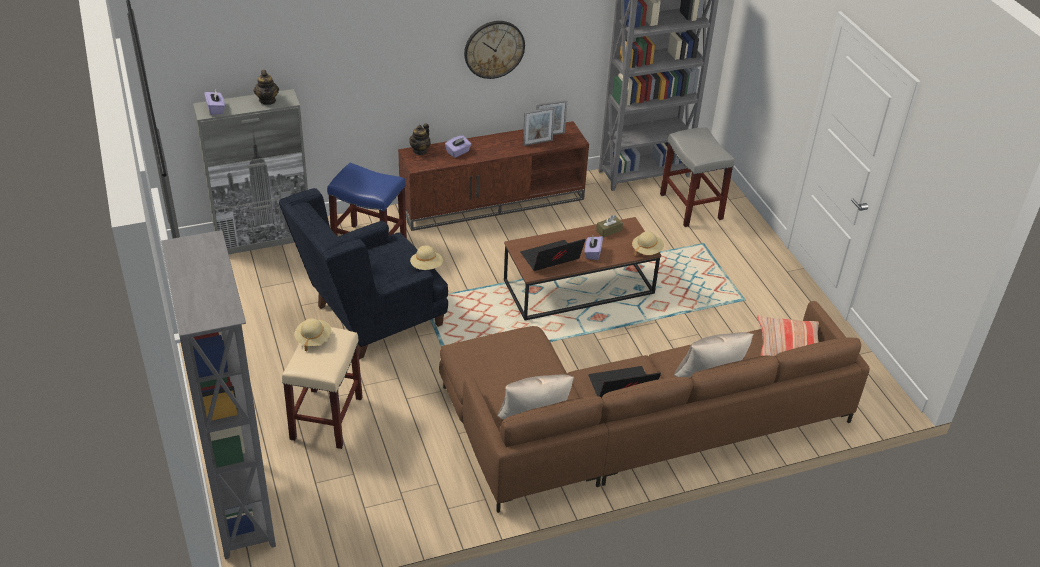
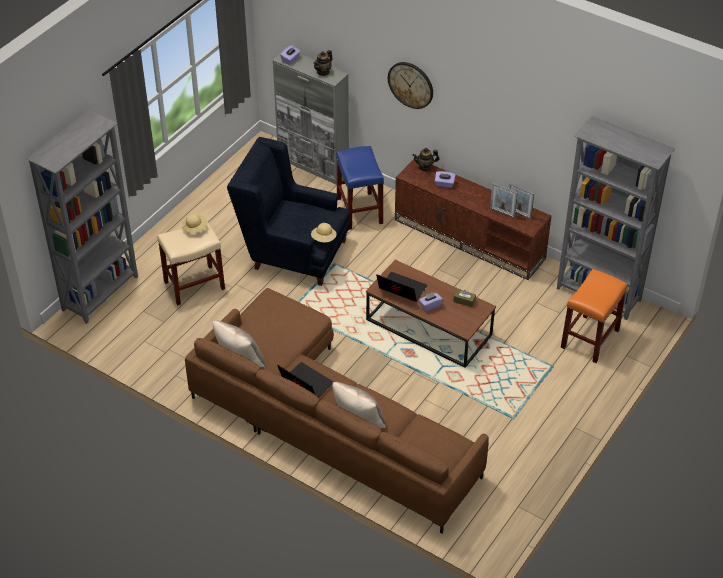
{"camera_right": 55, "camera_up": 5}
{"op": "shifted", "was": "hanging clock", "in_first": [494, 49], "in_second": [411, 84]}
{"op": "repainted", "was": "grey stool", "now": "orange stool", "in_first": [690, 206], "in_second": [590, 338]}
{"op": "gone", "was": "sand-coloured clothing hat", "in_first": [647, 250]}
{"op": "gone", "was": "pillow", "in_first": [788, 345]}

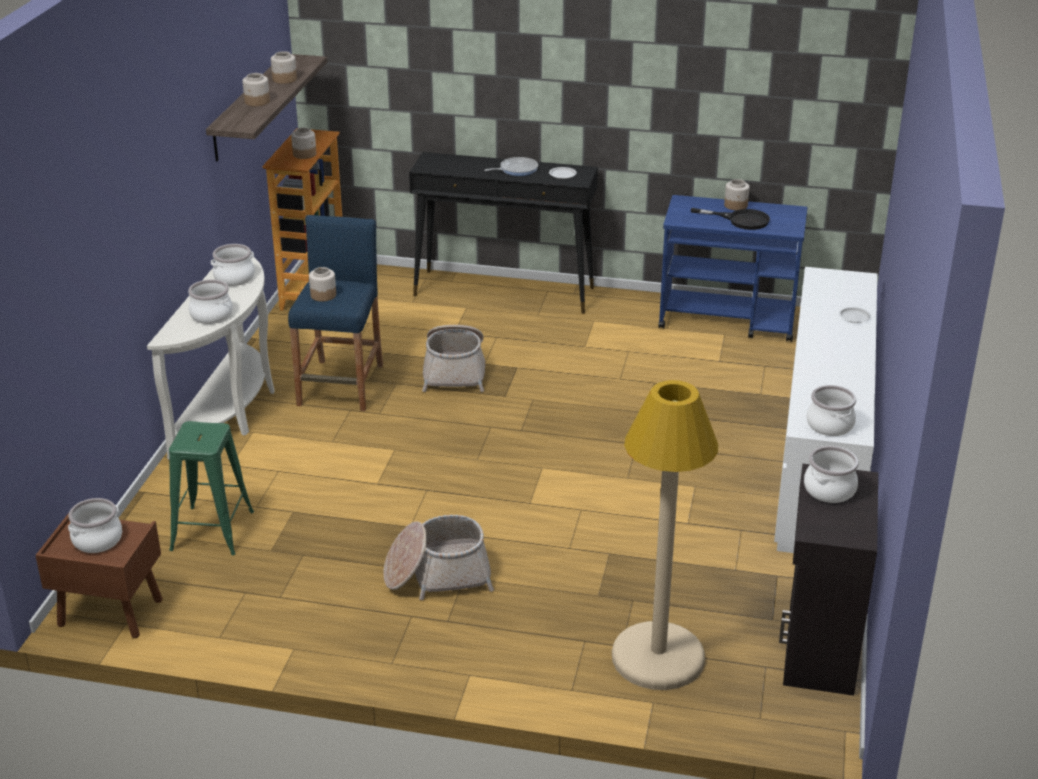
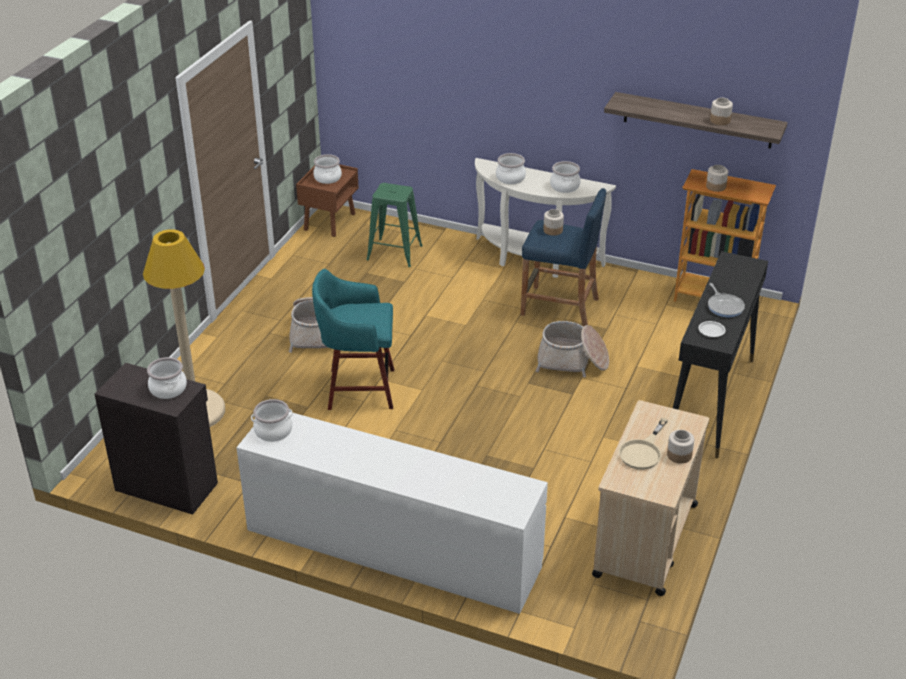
{"camera_right": 100, "camera_up": 5}
{"op": "gone", "was": "preserve jar", "in_first": [257, 102]}
{"op": "repainted", "was": "blue-coloured trolley", "now": "sand-coloured trolley", "in_first": [728, 319], "in_second": [645, 540]}
{"op": "repainted", "was": "black-coloured pan", "now": "sand-coloured pan", "in_first": [740, 220], "in_second": [643, 451]}
{"op": "gone", "was": "whitish flat dish", "in_first": [854, 317]}
{"op": "new", "now": "turquoise stool", "in_second": [358, 389]}

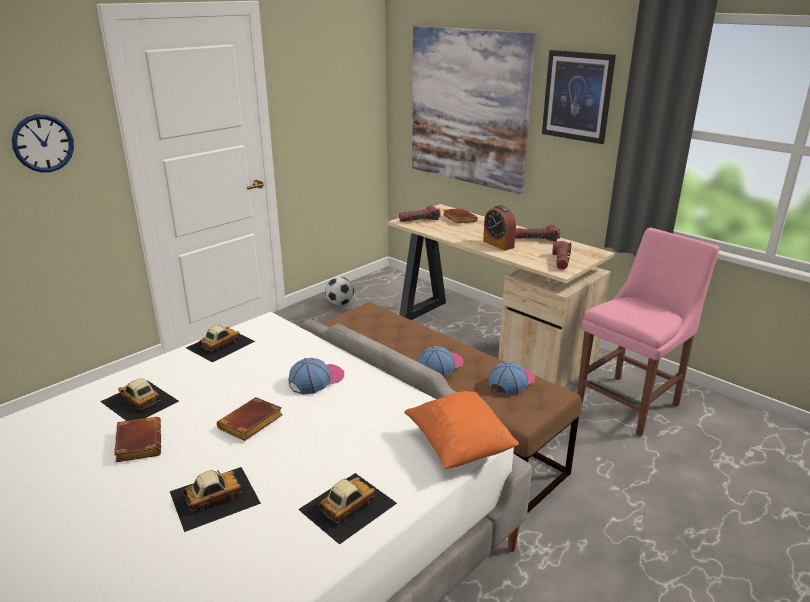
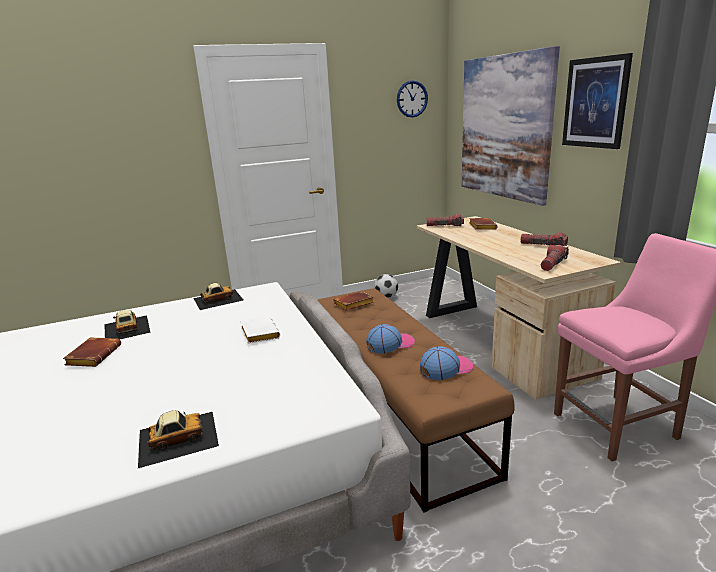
{"camera_right": 25, "camera_up": -5}
{"op": "shifted", "was": "hanging clock", "in_first": [43, 143], "in_second": [412, 99]}
{"op": "gone", "was": "bedside clock", "in_first": [498, 244]}
{"op": "swapped", "was": "baseball cap", "now": "whitish volume", "in_first": [316, 380], "in_second": [258, 333]}
{"op": "gone", "was": "orange pillow", "in_first": [459, 446]}
{"op": "shifted", "was": "brown volume", "in_first": [250, 424], "in_second": [353, 304]}
{"op": "gone", "was": "miniature car", "in_first": [214, 497]}

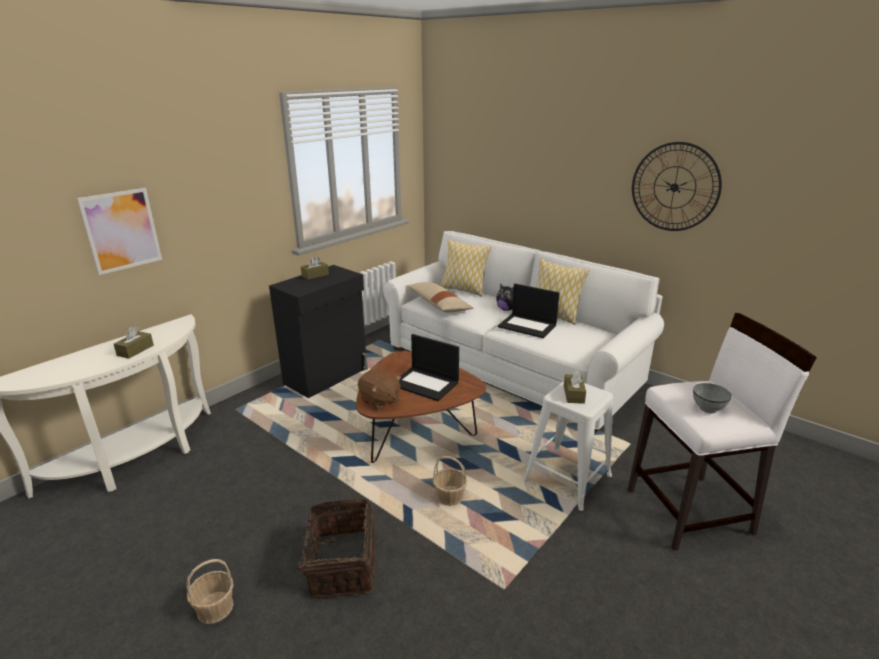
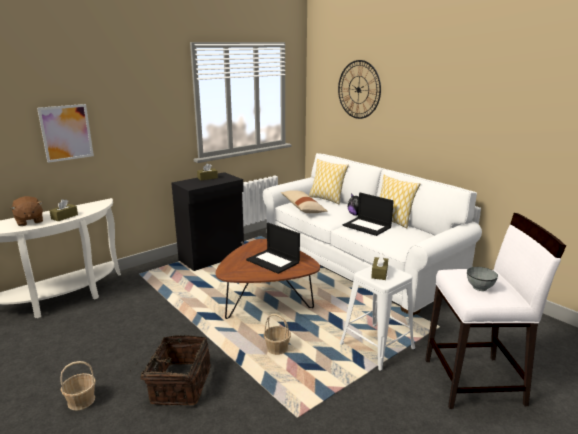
{"camera_right": 10, "camera_up": -5}
{"op": "shifted", "was": "hanging clock", "in_first": [674, 187], "in_second": [358, 89]}
{"op": "shifted", "was": "brown soft toy", "in_first": [379, 401], "in_second": [29, 221]}

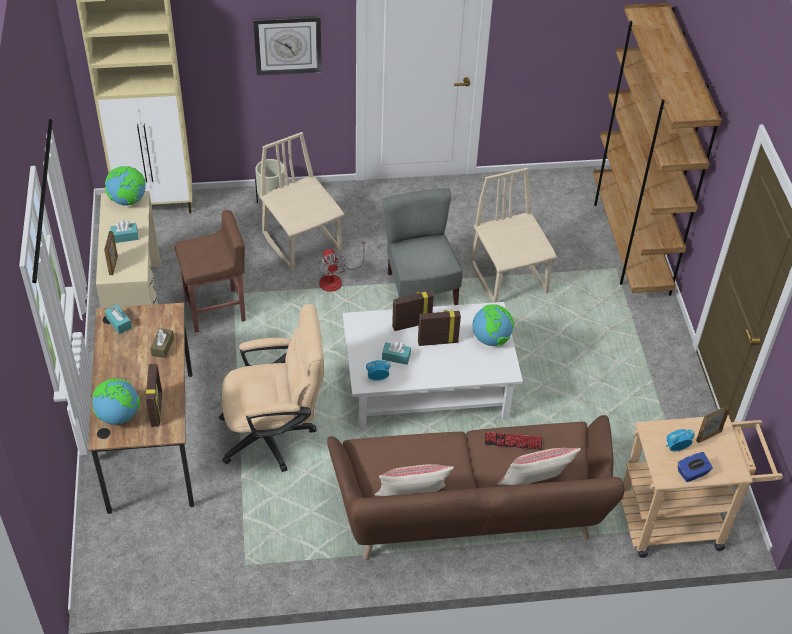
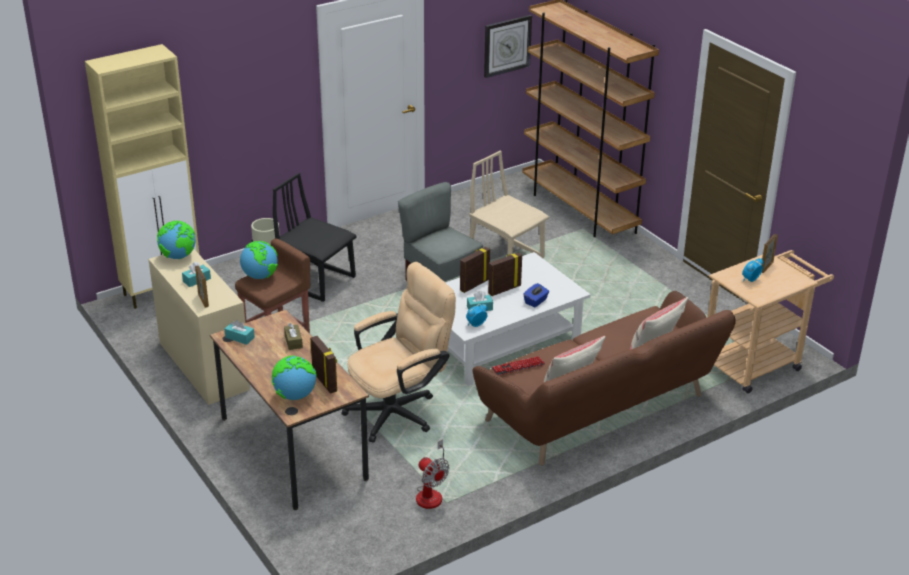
{"camera_right": -25, "camera_up": -15}
{"op": "shifted", "was": "hanging clock", "in_first": [287, 44], "in_second": [507, 45]}
{"op": "repainted", "was": "sand-coloured upright chair", "now": "black-coloured upright chair", "in_first": [303, 242], "in_second": [316, 281]}
{"op": "shifted", "was": "cooling fan", "in_first": [336, 279], "in_second": [431, 493]}
{"op": "shifted", "was": "globe", "in_first": [491, 339], "in_second": [260, 276]}
{"op": "shifted", "was": "PC keyboard", "in_first": [513, 442], "in_second": [518, 367]}
{"op": "shifted", "was": "blue-coloured tissue box", "in_first": [692, 473], "in_second": [536, 301]}

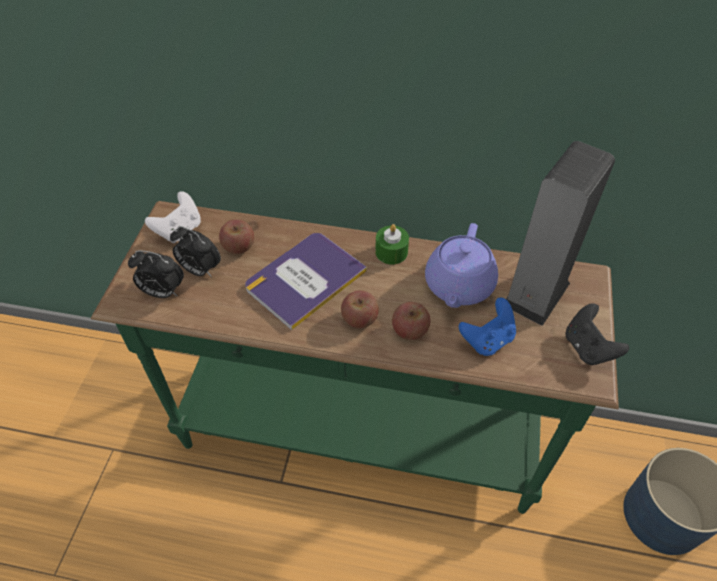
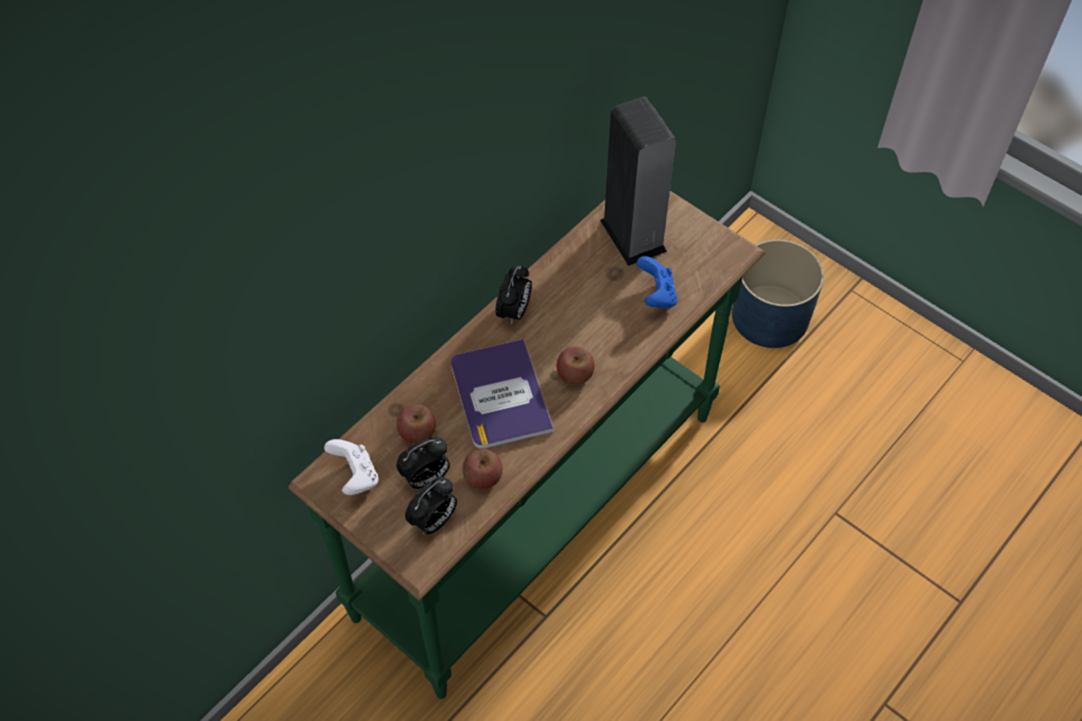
{"camera_right": -60, "camera_up": 5}
{"op": "gone", "was": "purplish pot for tea", "in_first": [458, 286]}
{"op": "swapped", "was": "green-coloured candle", "now": "bedside clock", "in_first": [391, 252], "in_second": [514, 312]}
{"op": "shifted", "was": "whole apple", "in_first": [410, 330], "in_second": [483, 477]}
{"op": "gone", "was": "black-coloured game controller", "in_first": [587, 348]}

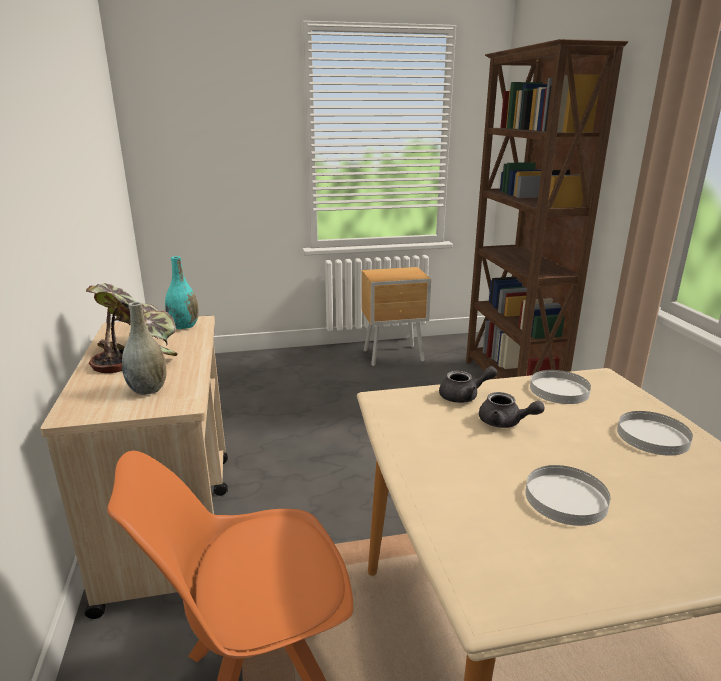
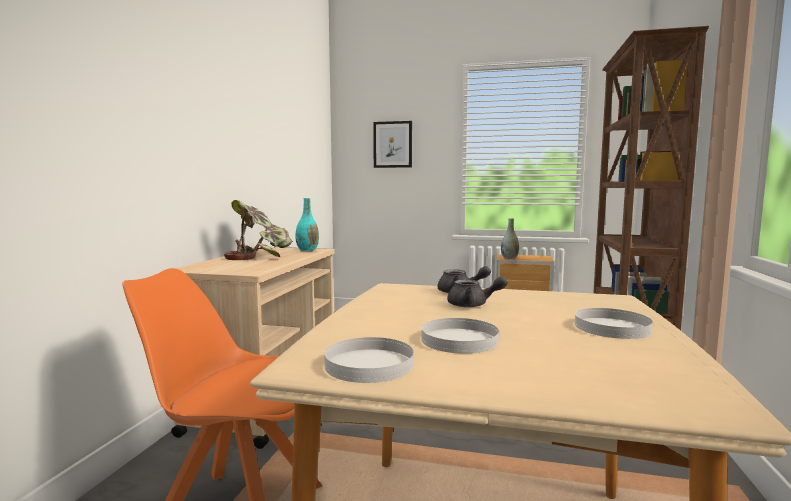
{"camera_right": 25, "camera_up": -15}
{"op": "shifted", "was": "grey vase", "in_first": [148, 390], "in_second": [509, 258]}
{"op": "shifted", "was": "whitish flat dish", "in_first": [559, 390], "in_second": [369, 364]}
{"op": "rotated", "was": "grey pot for tea", "in_first": [505, 423], "in_second": [473, 305], "clockwise": -45}
{"op": "new", "now": "picture", "in_second": [392, 144]}

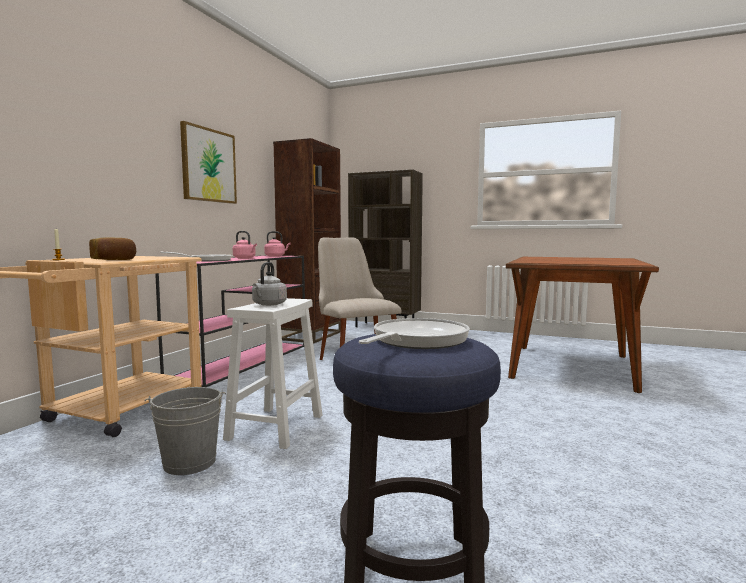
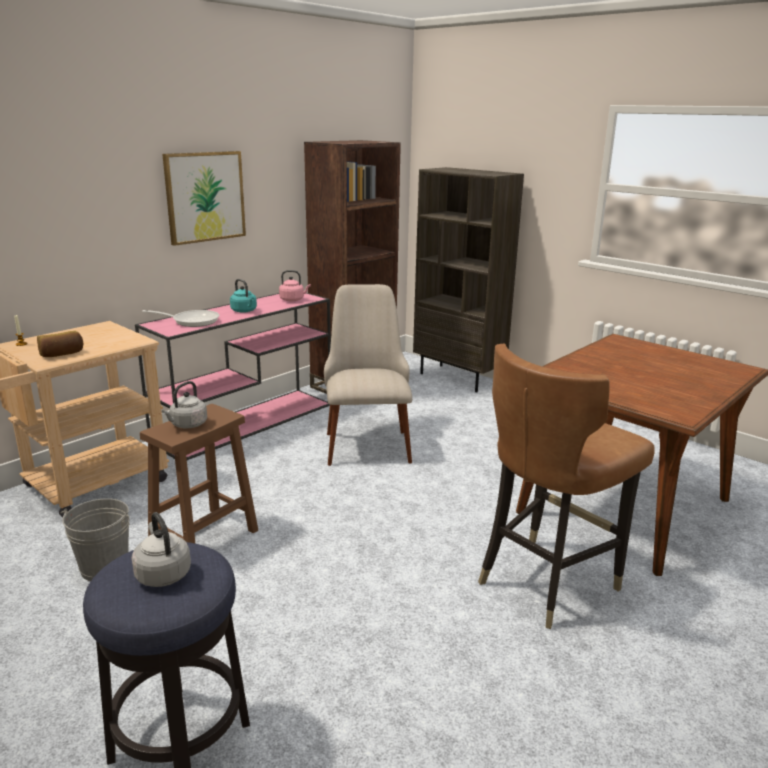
{"camera_right": 20, "camera_up": 15}
{"op": "repainted", "was": "pink water kettle", "now": "turquoise water kettle", "in_first": [245, 258], "in_second": [244, 311]}
{"op": "repainted", "was": "whitish stool", "now": "brown stool", "in_first": [276, 426], "in_second": [205, 536]}
{"op": "swapped", "was": "pan", "now": "grey water kettle", "in_first": [416, 340], "in_second": [162, 573]}
{"op": "new", "now": "brown upright chair", "in_second": [546, 581]}

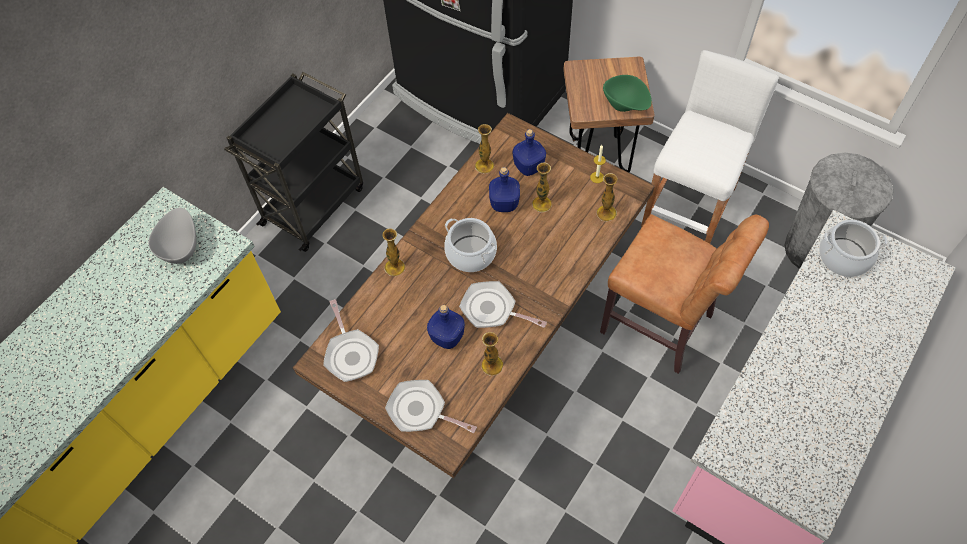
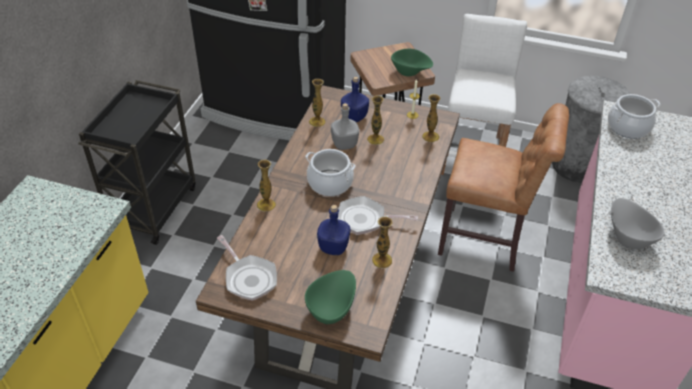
{"camera_right": -20, "camera_up": -15}
{"op": "repainted", "was": "blue-coloured drink bottle", "now": "grey drink bottle", "in_first": [504, 203], "in_second": [344, 144]}
{"op": "shifted", "was": "grey bowl", "in_first": [181, 248], "in_second": [628, 236]}
{"op": "swapped", "was": "pan", "now": "green-coloured bowl", "in_first": [421, 411], "in_second": [331, 309]}

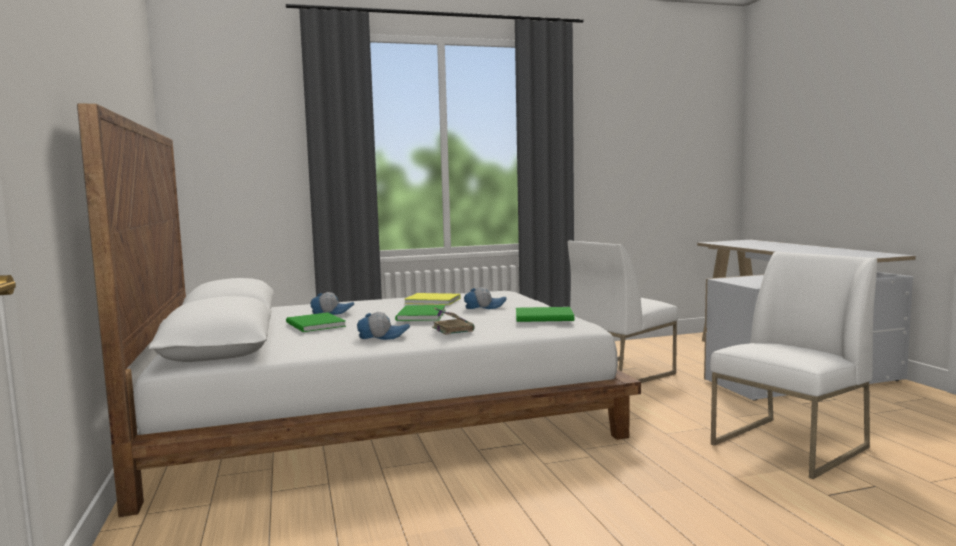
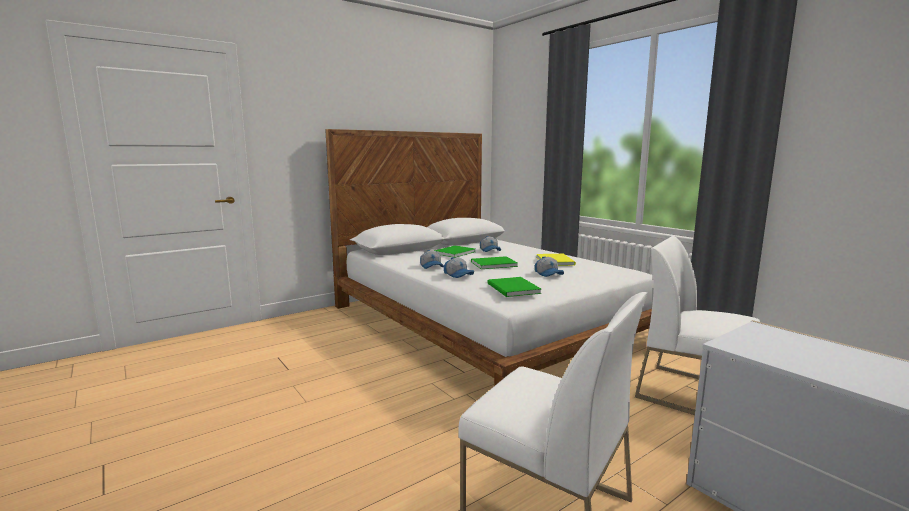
{"camera_right": 70, "camera_up": 5}
{"op": "swapped", "was": "volume", "now": "baseball cap", "in_first": [452, 329], "in_second": [459, 275]}

